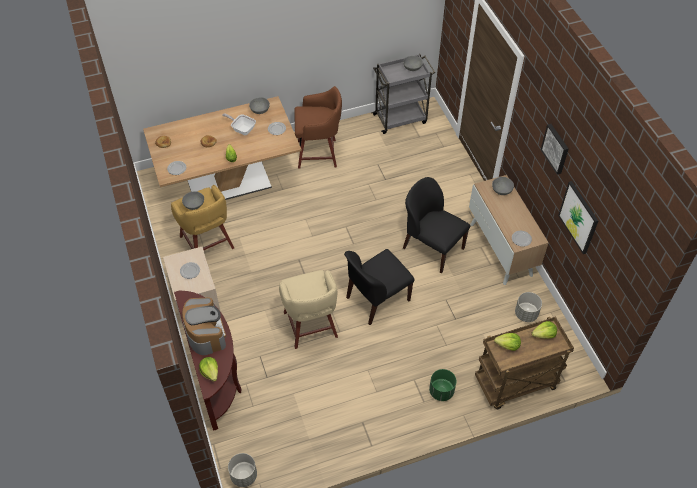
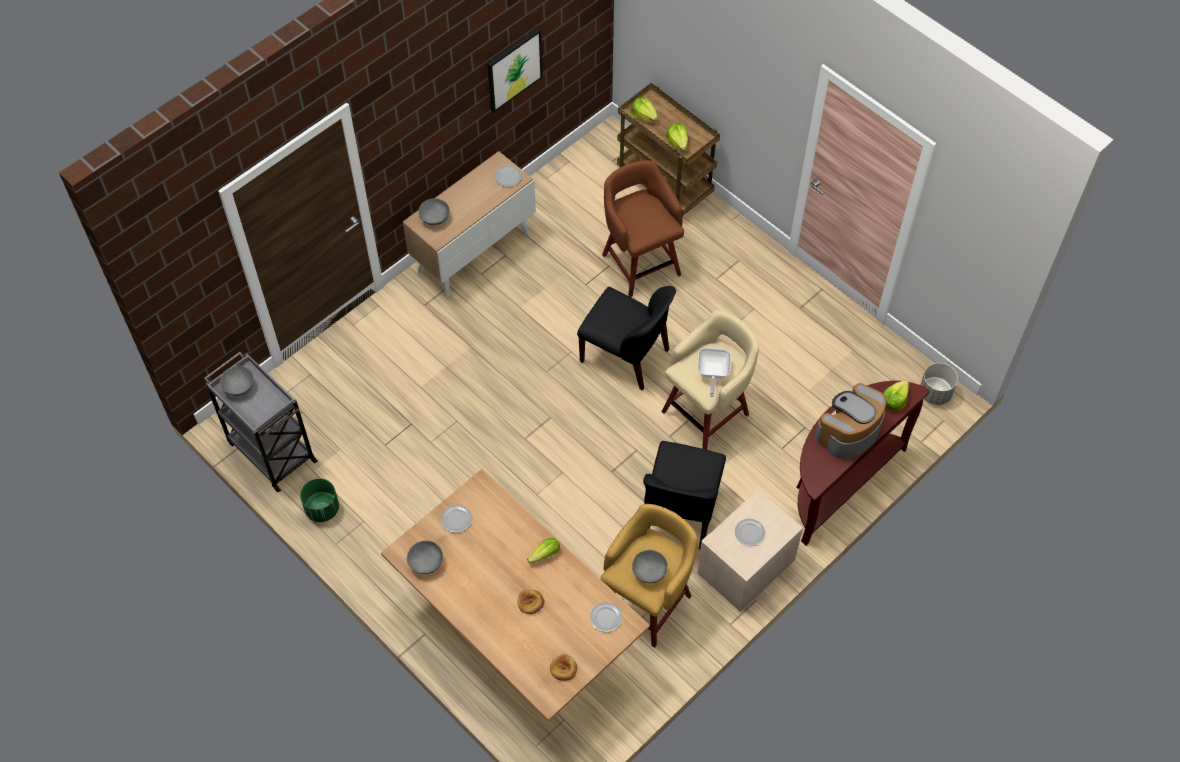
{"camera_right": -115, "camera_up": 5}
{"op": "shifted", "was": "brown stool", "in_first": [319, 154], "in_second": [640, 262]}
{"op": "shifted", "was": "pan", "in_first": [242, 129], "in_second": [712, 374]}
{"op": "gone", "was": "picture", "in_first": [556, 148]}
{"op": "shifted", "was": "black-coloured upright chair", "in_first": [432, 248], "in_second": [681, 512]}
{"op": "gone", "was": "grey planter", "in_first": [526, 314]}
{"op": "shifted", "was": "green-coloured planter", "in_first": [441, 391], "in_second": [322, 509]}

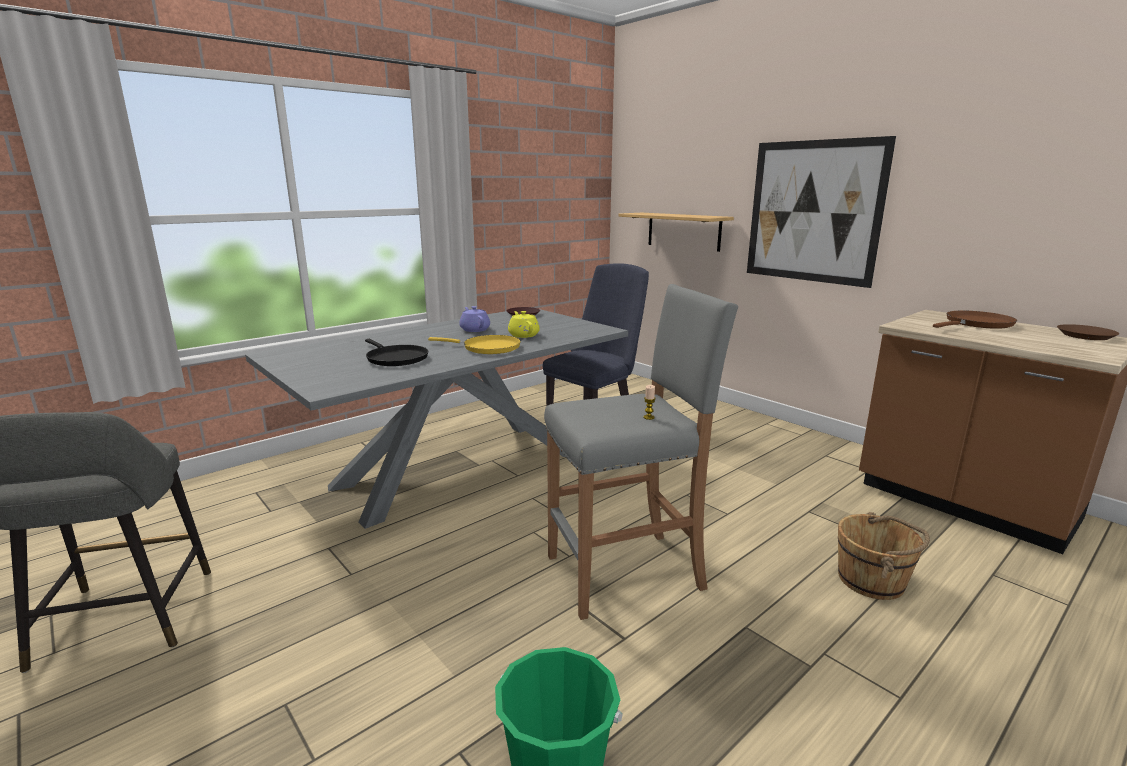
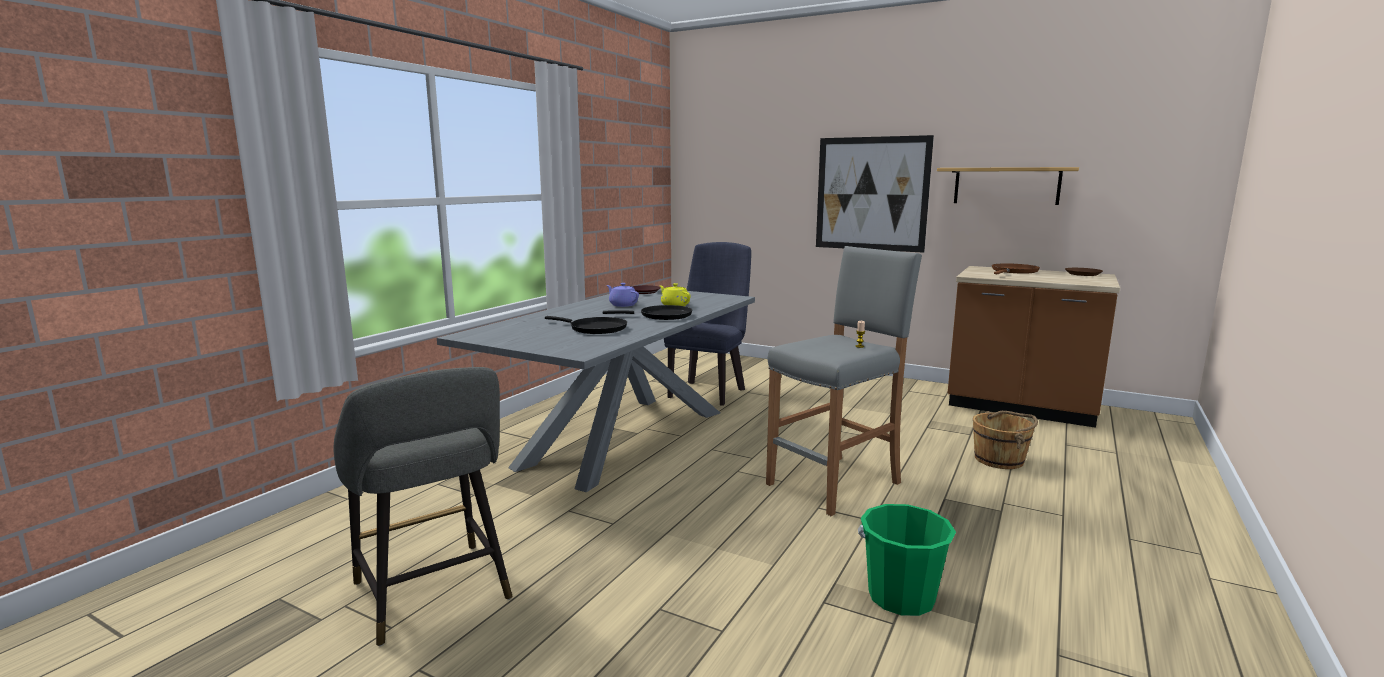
{"camera_right": -20, "camera_up": -5}
{"op": "shifted", "was": "bracket shelf", "in_first": [683, 231], "in_second": [1006, 186]}
{"op": "repainted", "was": "yellow pan", "now": "black-coloured pan", "in_first": [487, 348], "in_second": [662, 316]}

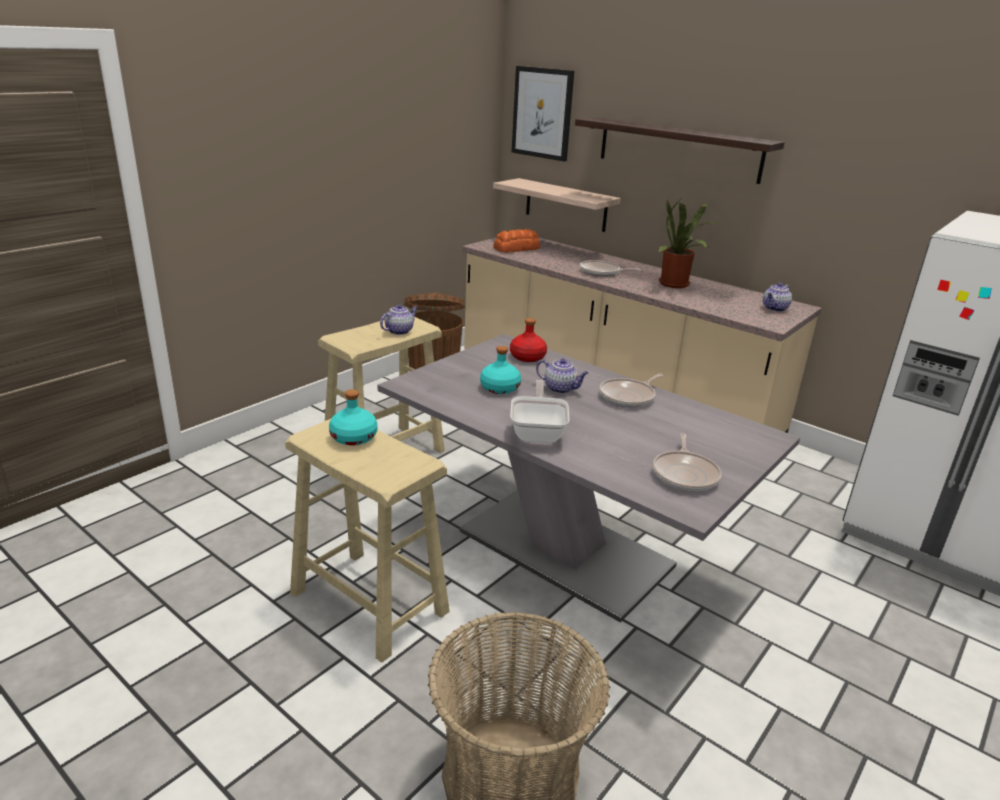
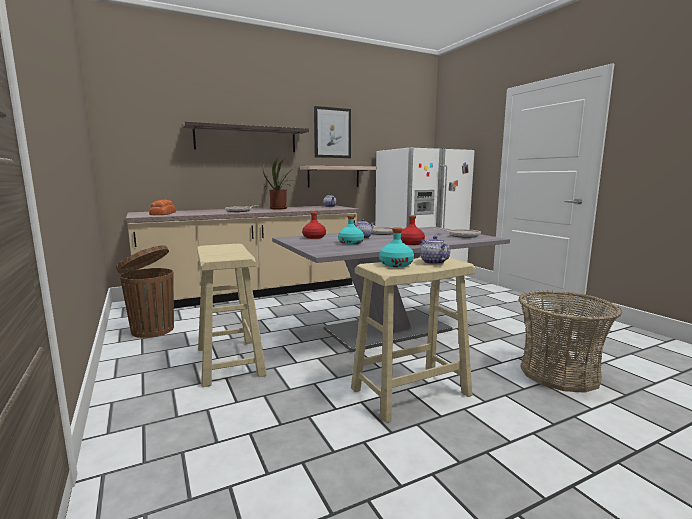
{"camera_right": -65, "camera_up": -15}
{"op": "shifted", "was": "picture", "in_first": [542, 113], "in_second": [332, 133]}
{"op": "shifted", "was": "bracket shelf", "in_first": [566, 205], "in_second": [333, 176]}
{"op": "shifted", "was": "pot for tea", "in_first": [399, 331], "in_second": [433, 262]}
{"op": "swapped", "was": "pan", "now": "red-coloured drink bottle", "in_first": [538, 432], "in_second": [411, 243]}

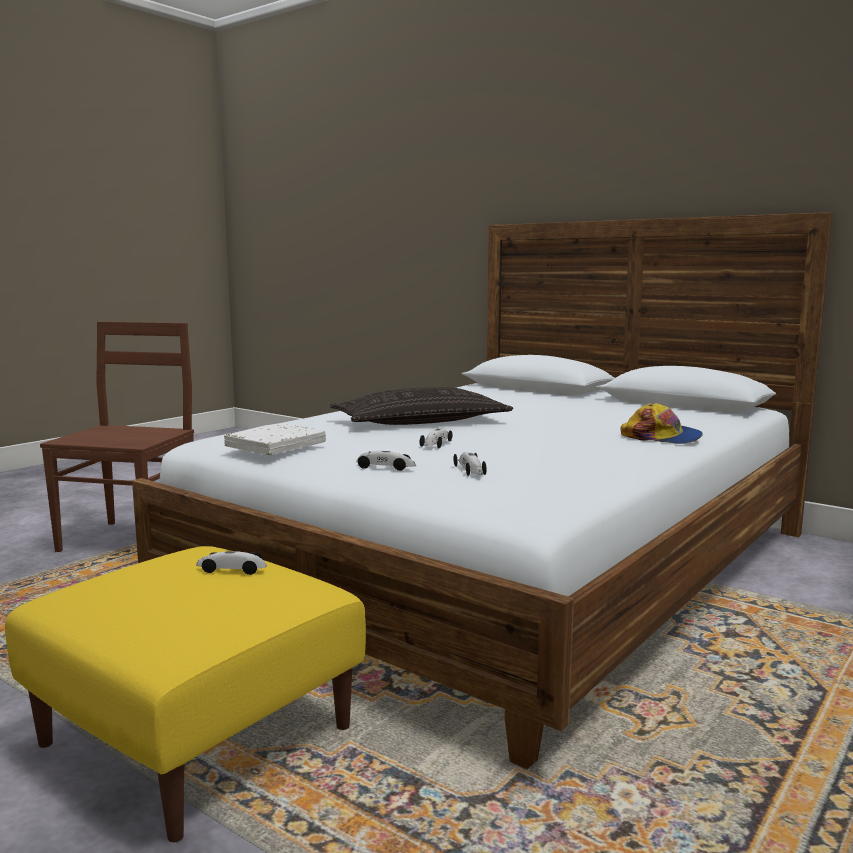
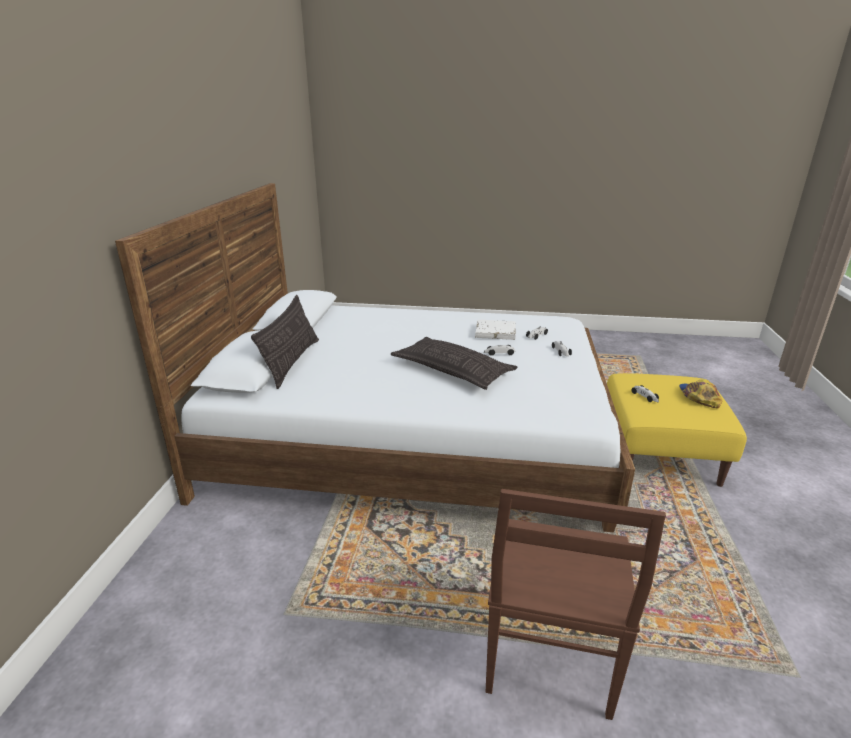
{"camera_right": -120, "camera_up": 15}
{"op": "rotated", "was": "brown upright chair", "in_first": [131, 539], "in_second": [548, 661], "clockwise": -60}
{"op": "shifted", "was": "baseball cap", "in_first": [662, 437], "in_second": [698, 397]}
{"op": "shifted", "was": "whitish volume", "in_first": [276, 446], "in_second": [495, 333]}
{"op": "new", "now": "pillow", "in_second": [292, 362]}

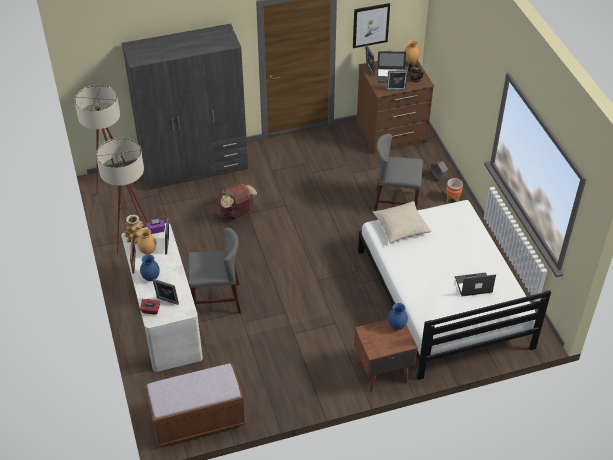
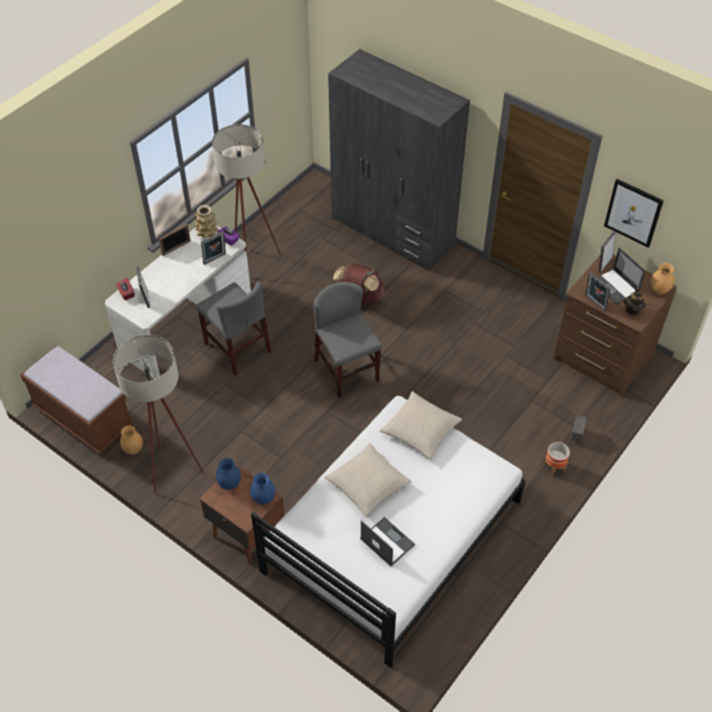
{"camera_right": 55, "camera_up": 5}
{"op": "shifted", "was": "sand-coloured standing lamp", "in_first": [115, 195], "in_second": [170, 466]}
{"op": "shifted", "was": "grey upright chair", "in_first": [395, 203], "in_second": [346, 370]}
{"op": "shifted", "was": "brown vase", "in_first": [148, 252], "in_second": [133, 450]}
{"op": "shifted", "was": "blue-coloured vase", "in_first": [151, 277], "in_second": [230, 484]}
{"op": "new", "now": "sand-coloured pillow", "in_second": [367, 484]}

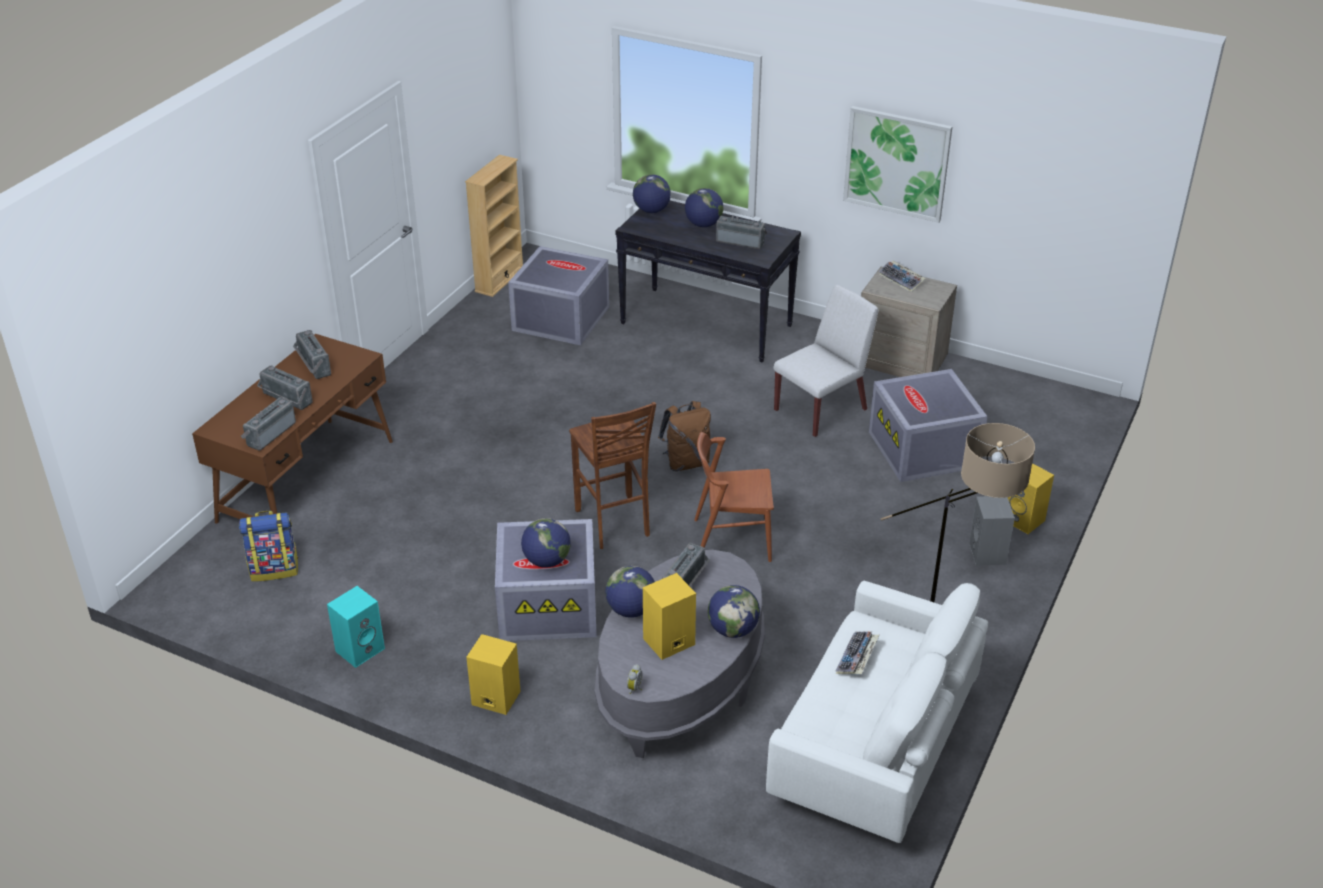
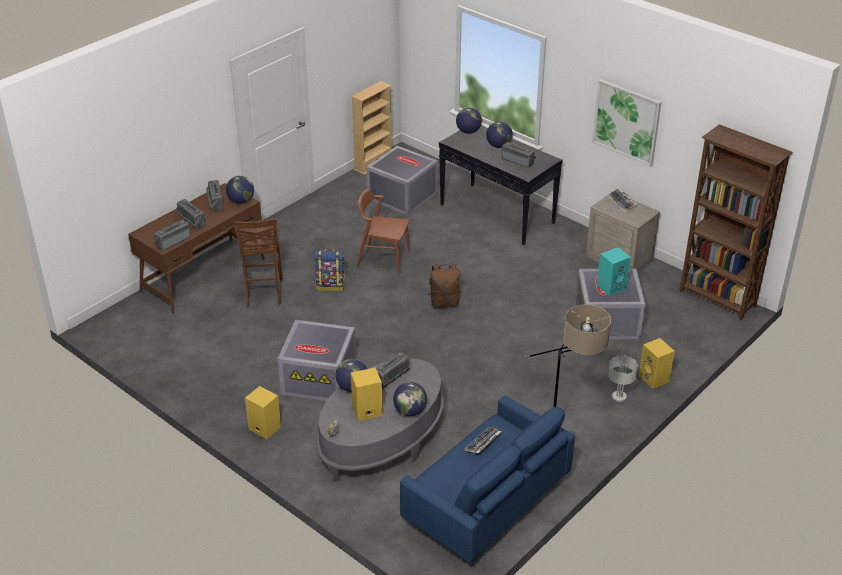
{"camera_right": 15, "camera_up": 0}
{"op": "gone", "was": "whitish upright chair", "in_first": [821, 409]}
{"op": "shifted", "was": "brown stool", "in_first": [613, 524], "in_second": [263, 294]}
{"op": "shifted", "was": "brown upright chair", "in_first": [731, 539], "in_second": [383, 259]}
{"op": "swapped", "was": "grey audio speaker", "now": "grey table lamp", "in_first": [988, 554], "in_second": [619, 397]}
{"op": "shifted", "was": "knapsack", "in_first": [274, 569], "in_second": [331, 285]}
{"op": "shifted", "was": "globe", "in_first": [547, 561], "in_second": [241, 201]}
{"op": "repainted", "was": "whitish couch", "now": "blue-coloured couch", "in_first": [873, 748], "in_second": [486, 504]}
{"op": "shifted", "was": "turquoise audio speaker", "in_first": [360, 649], "in_second": [611, 286]}
{"op": "new", "now": "brown shelving unit", "in_second": [717, 299]}

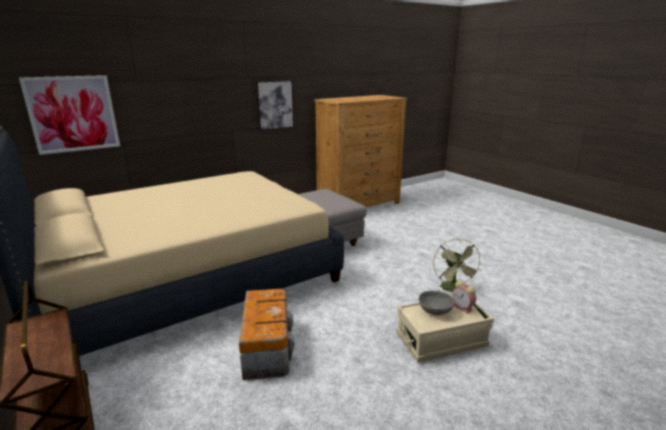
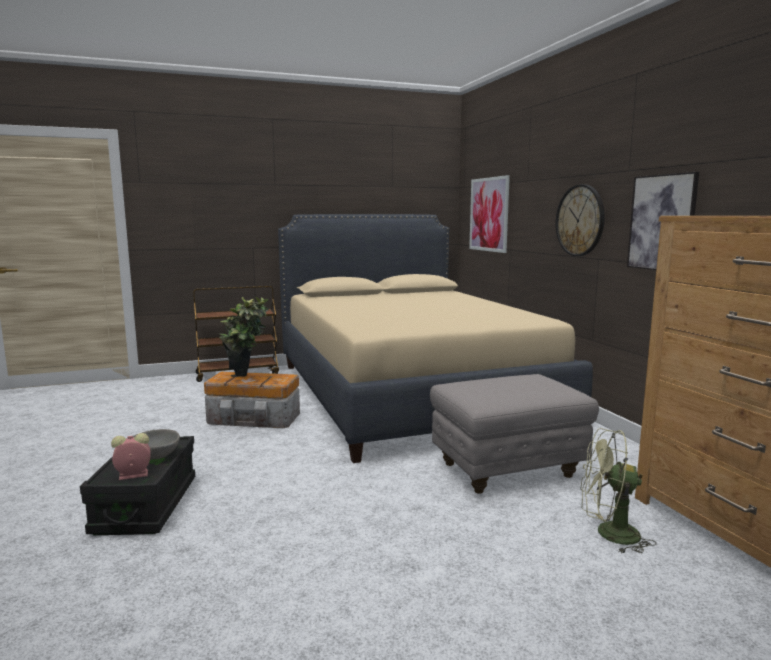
{"camera_right": 105, "camera_up": -10}
{"op": "shifted", "was": "green-coloured cooling fan", "in_first": [453, 289], "in_second": [608, 534]}
{"op": "repainted", "was": "sand-coloured storage container", "now": "black-coloured storage container", "in_first": [441, 341], "in_second": [146, 505]}
{"op": "new", "now": "hanging clock", "in_second": [580, 220]}
{"op": "new", "now": "houseplant", "in_second": [247, 379]}

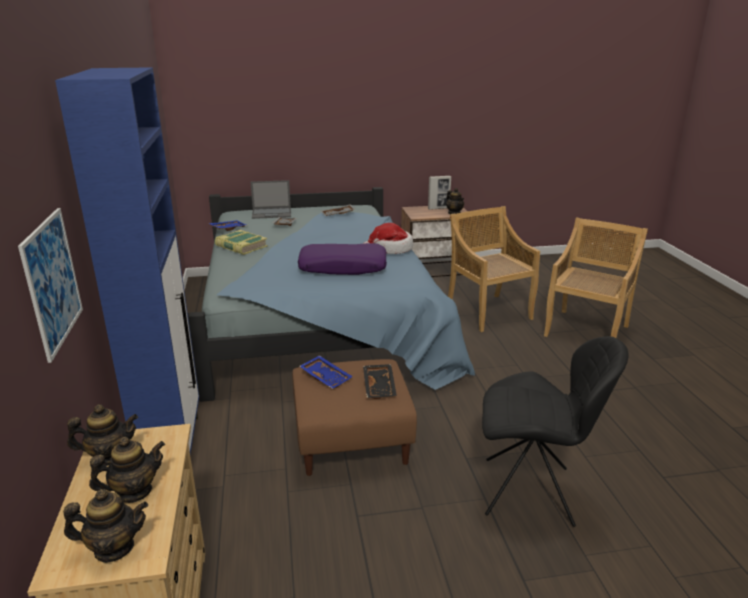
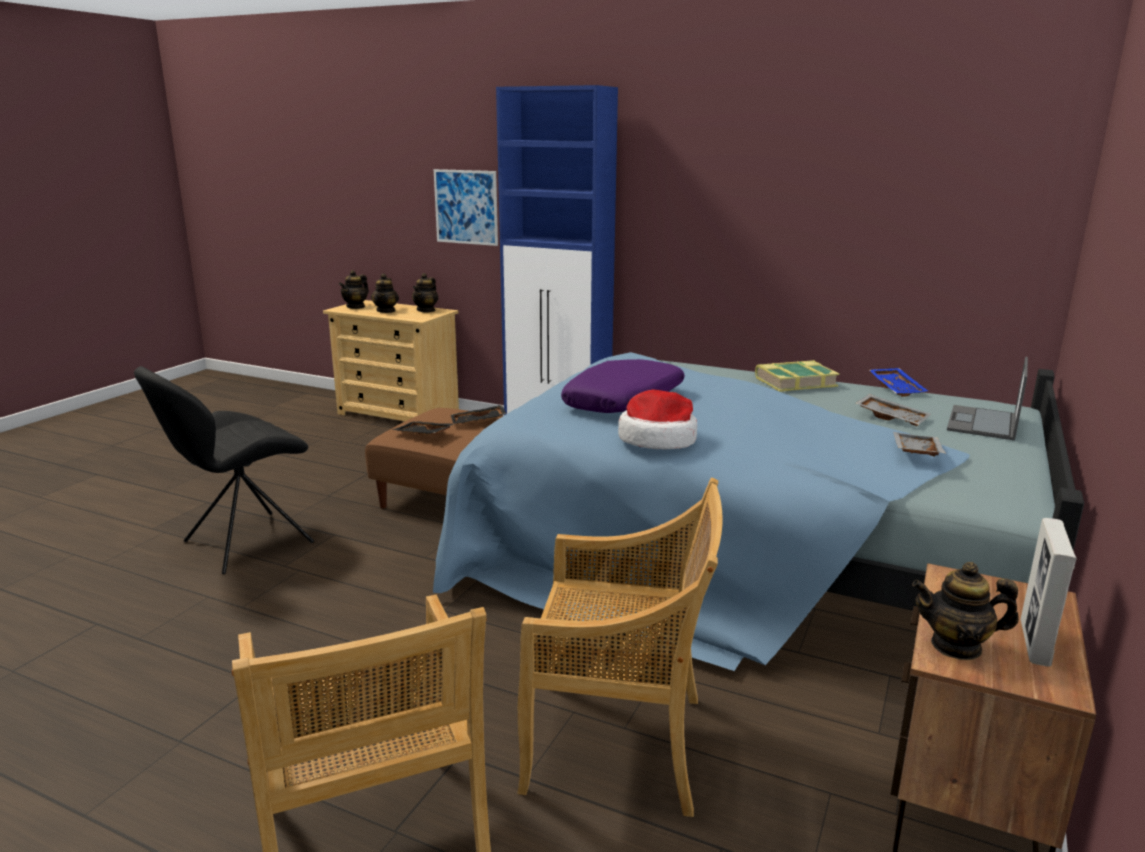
{"camera_right": 125, "camera_up": -5}
{"op": "repainted", "was": "blue-coloured carrying tray", "now": "black-coloured carrying tray", "in_first": [326, 377], "in_second": [478, 422]}

